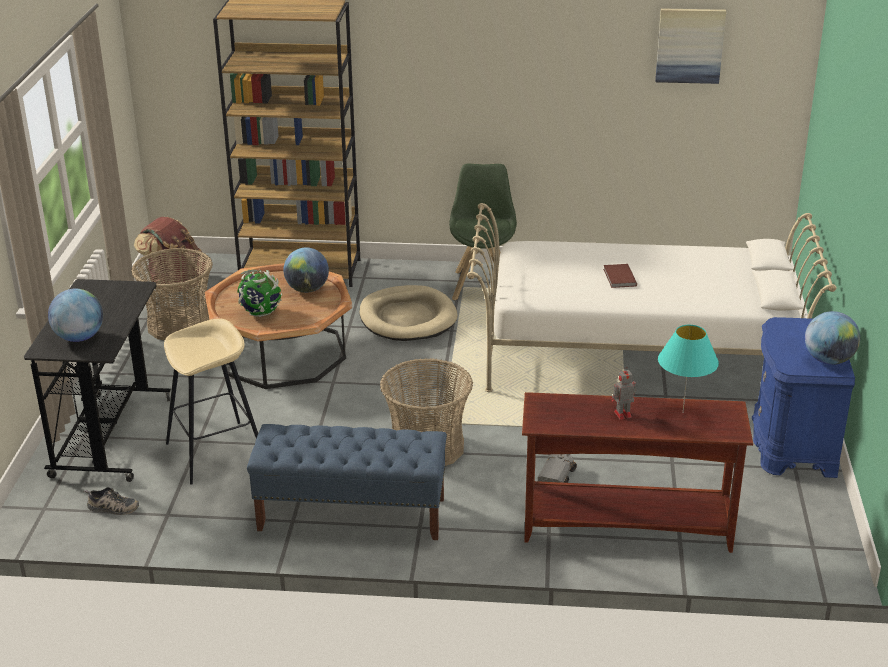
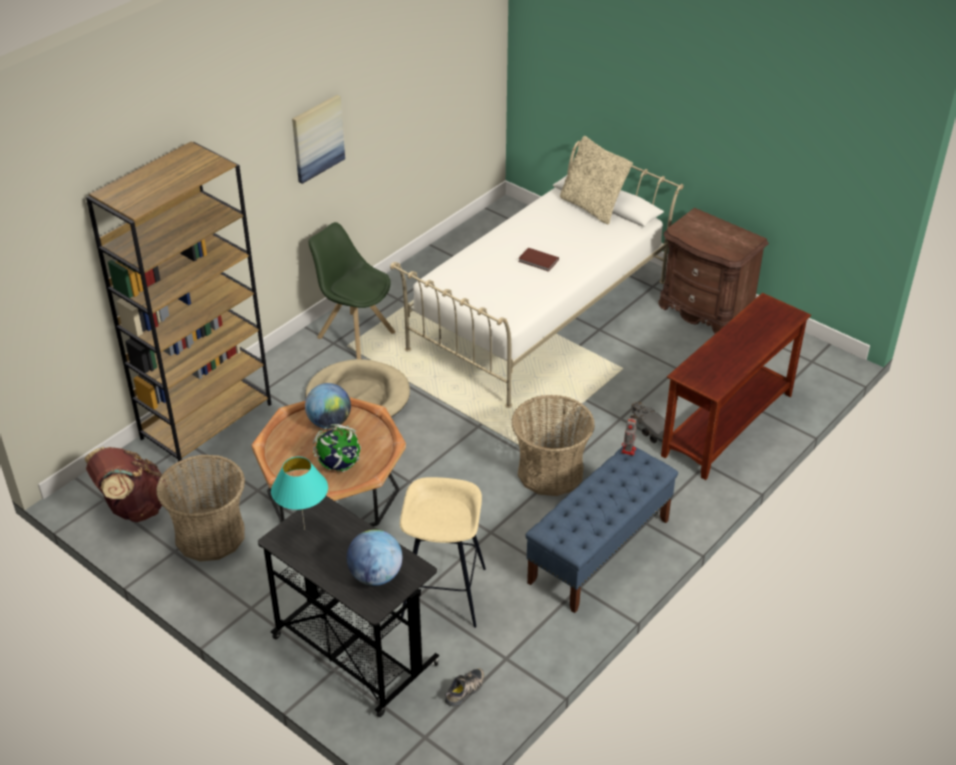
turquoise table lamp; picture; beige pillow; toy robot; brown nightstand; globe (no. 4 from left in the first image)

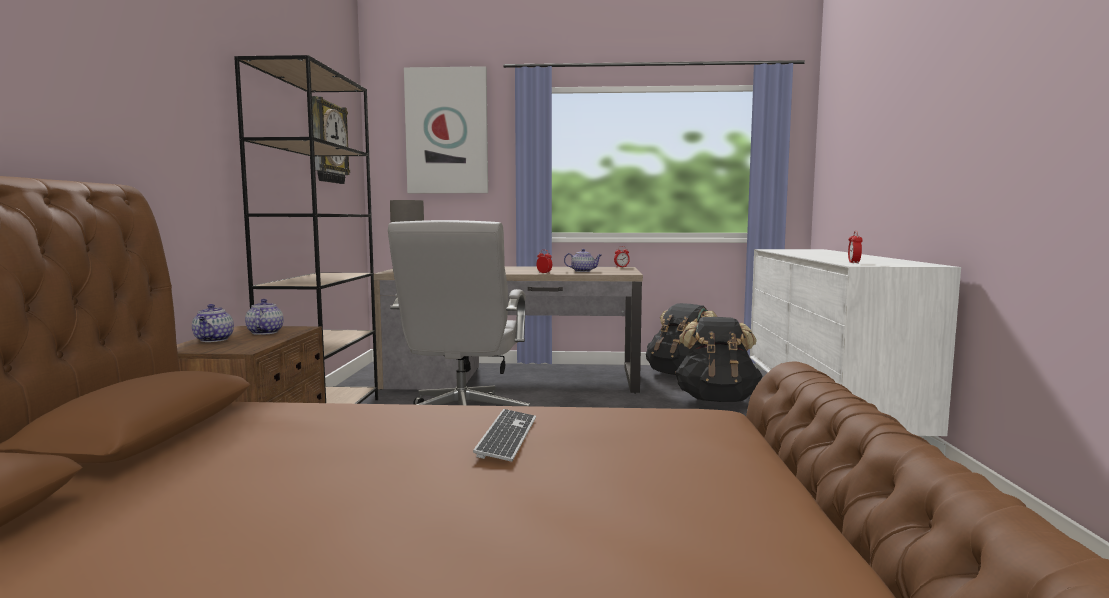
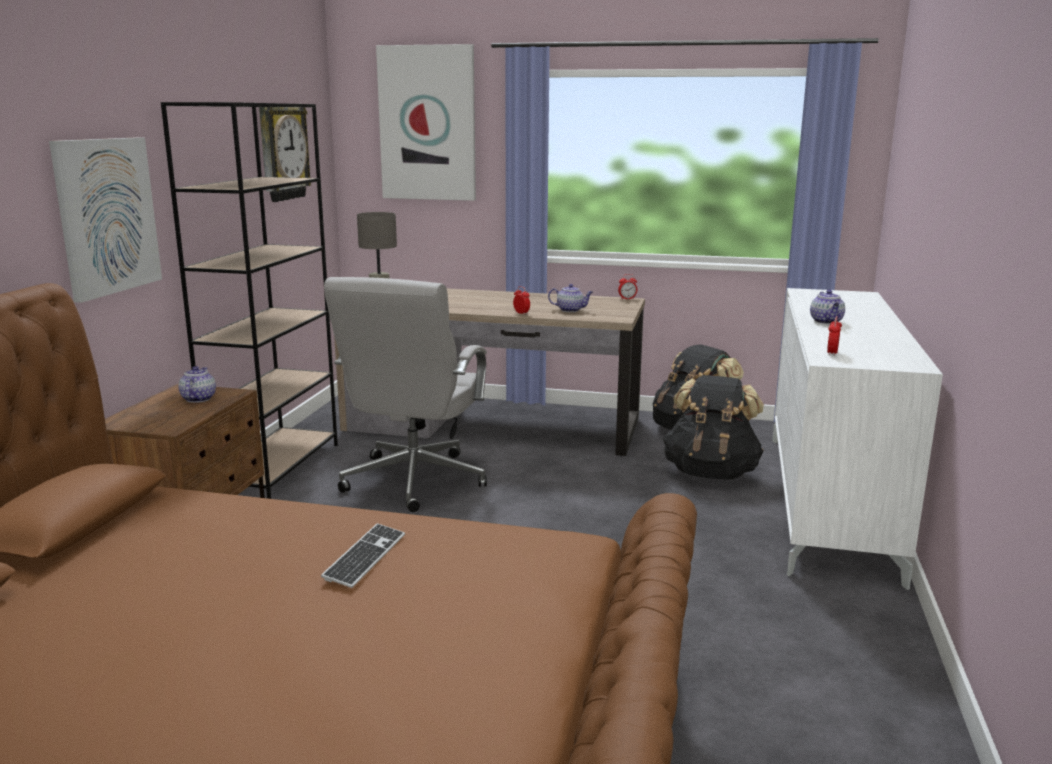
picture (no. 1 from left); teapot (no. 3 from left)

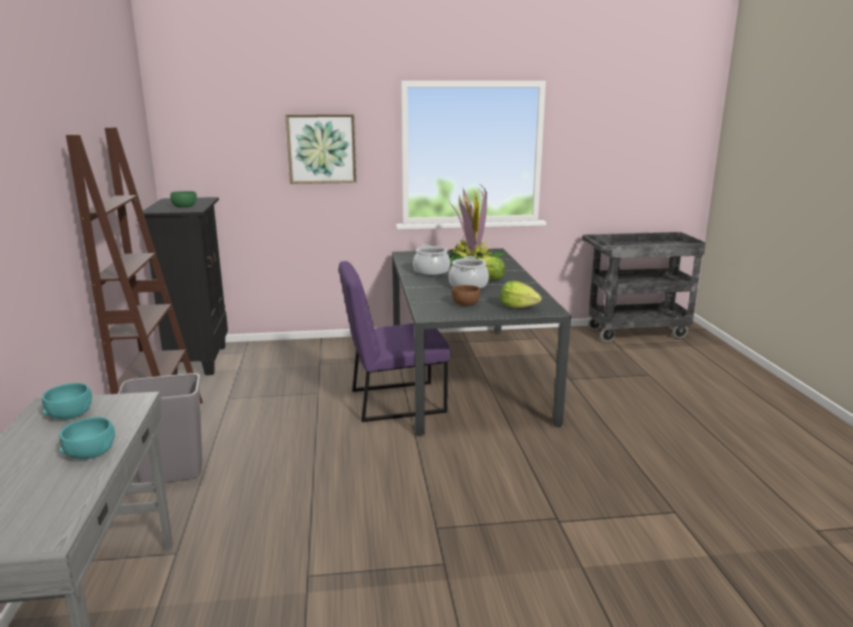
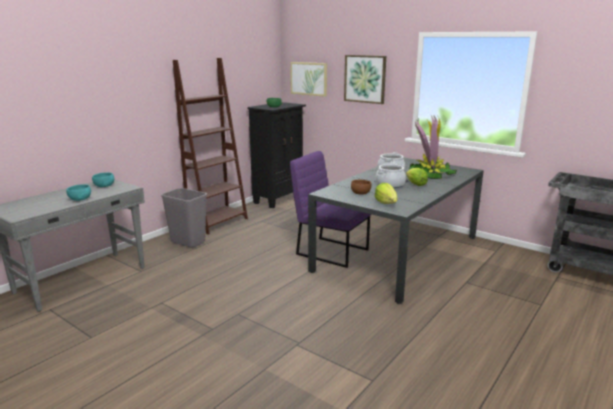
picture (no. 1 from left)

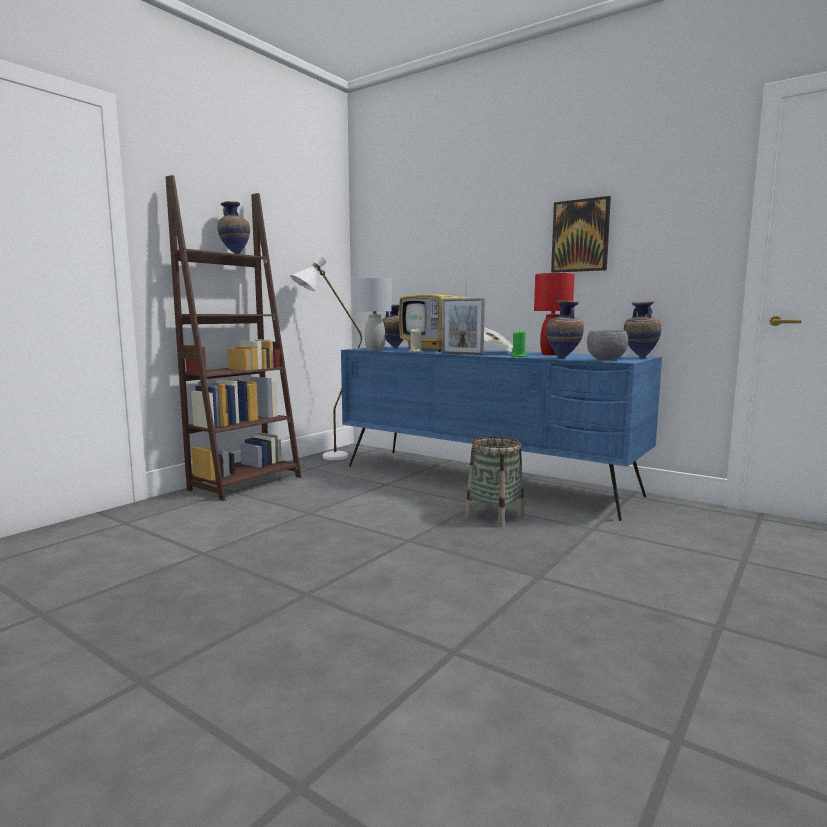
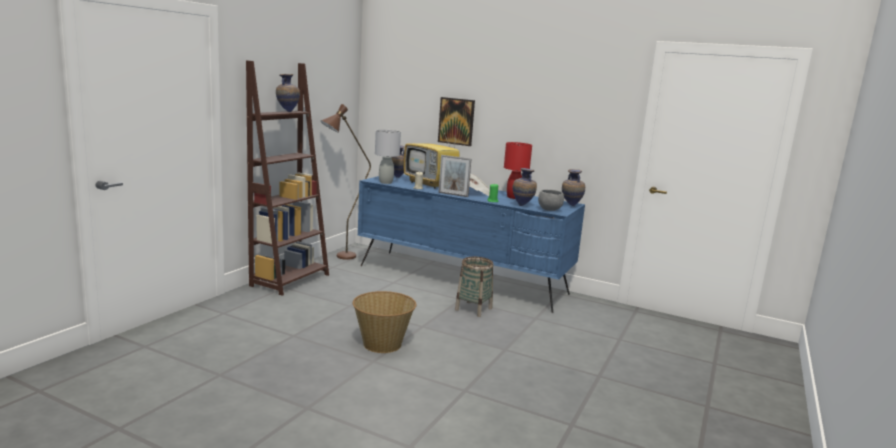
brown floor lamp; basket (no. 1 from left); picture

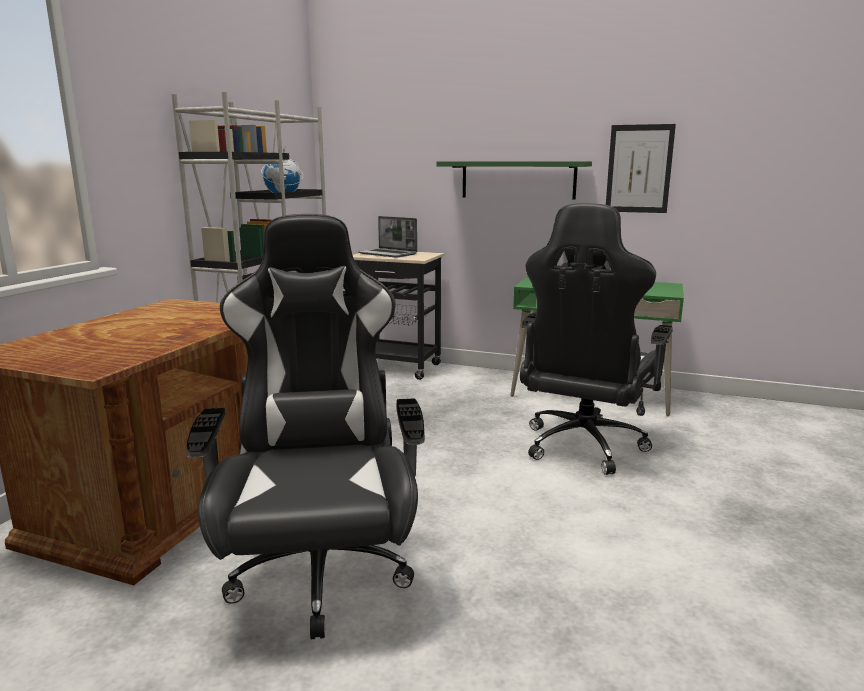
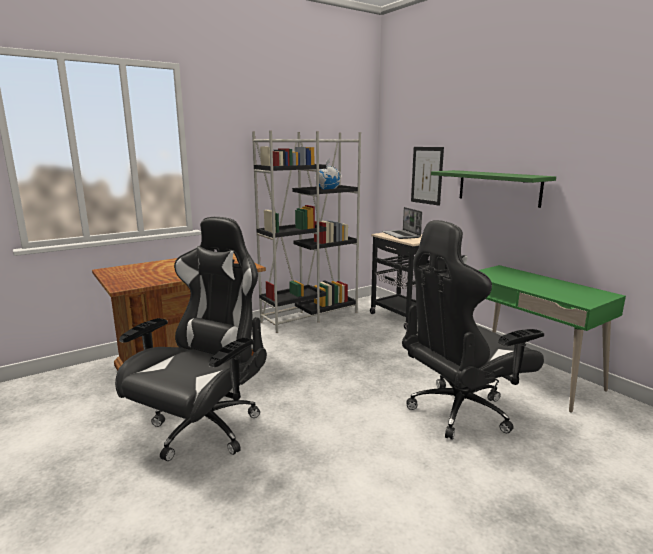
picture

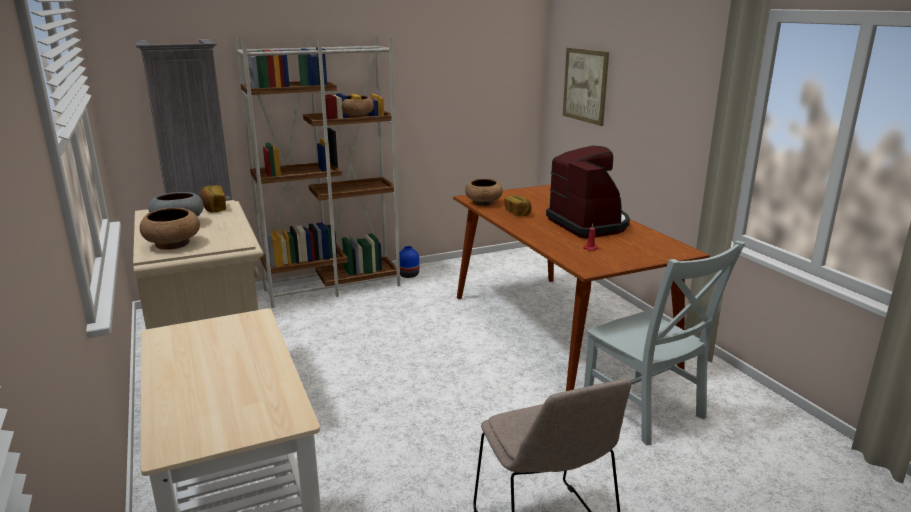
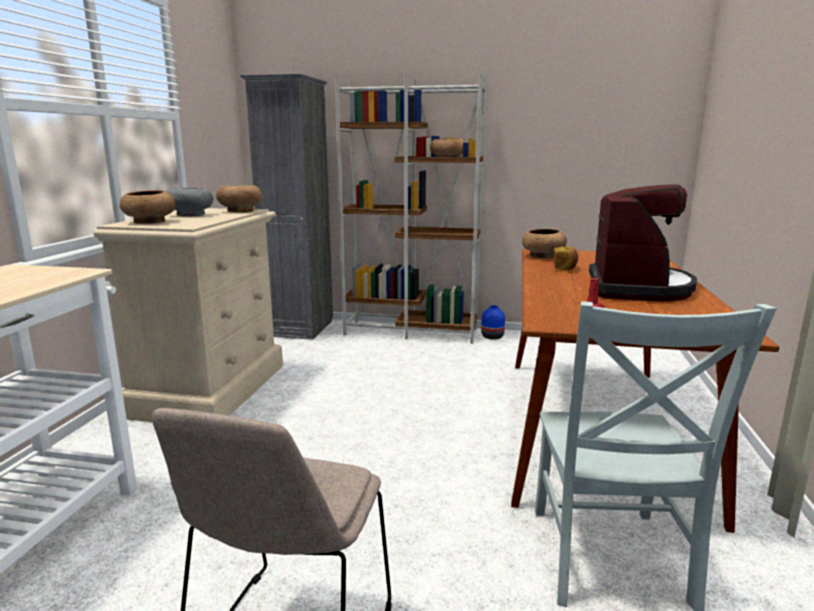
brown bowl (no. 2 from left); picture

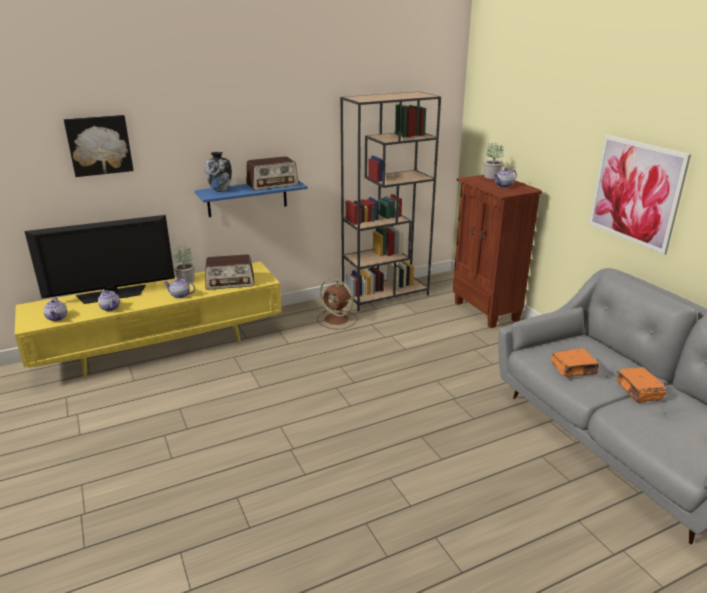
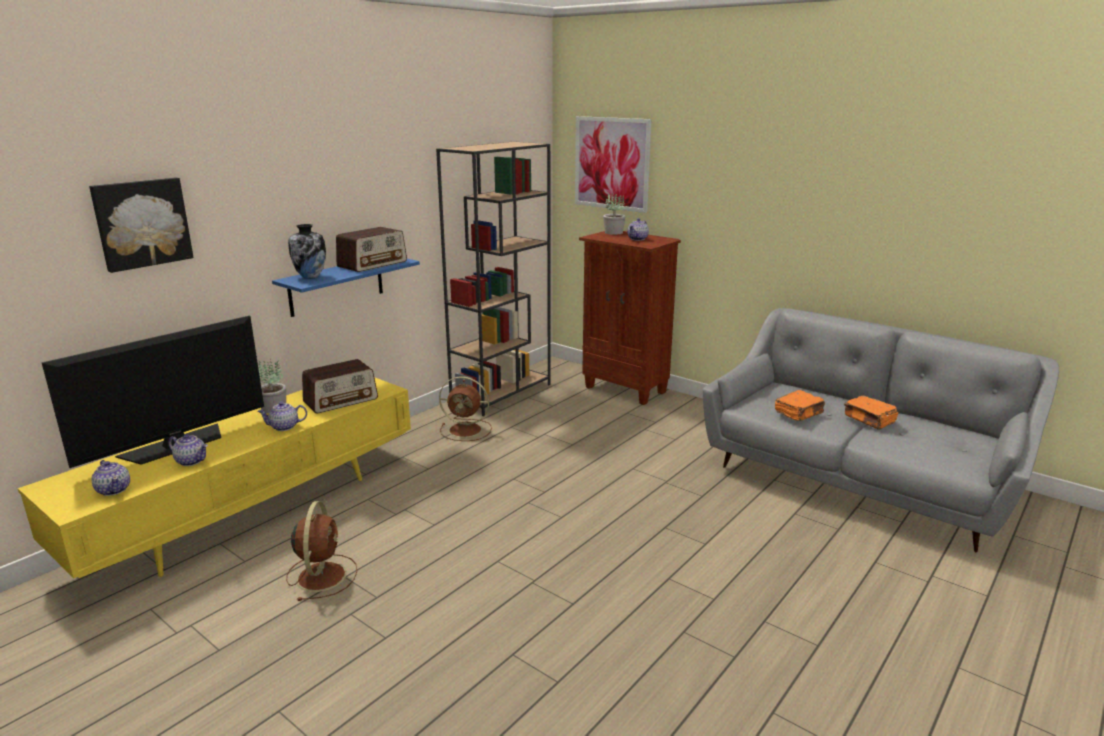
brown fan (no. 1 from left); picture (no. 2 from left)

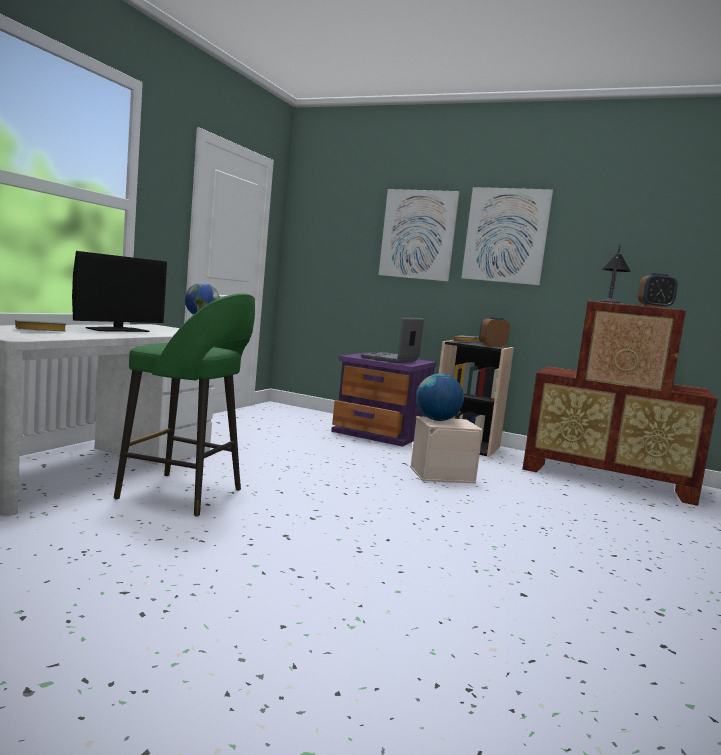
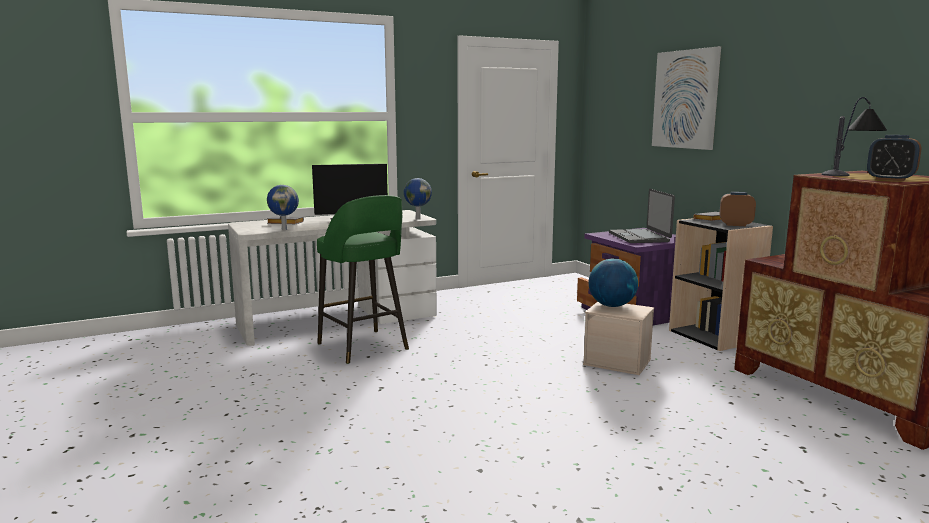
globe (no. 1 from left); laptop; picture (no. 2 from left in the first image)

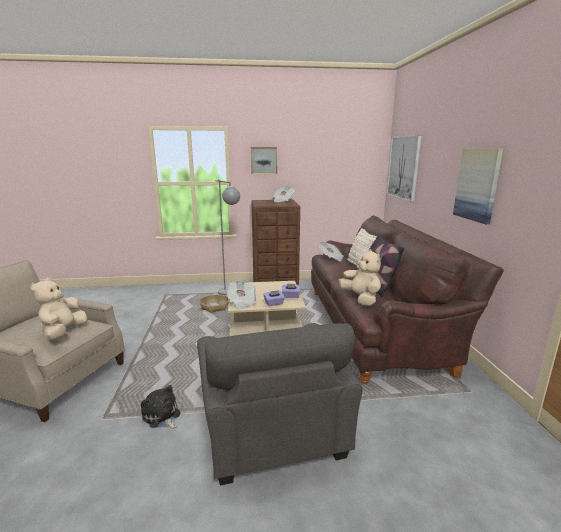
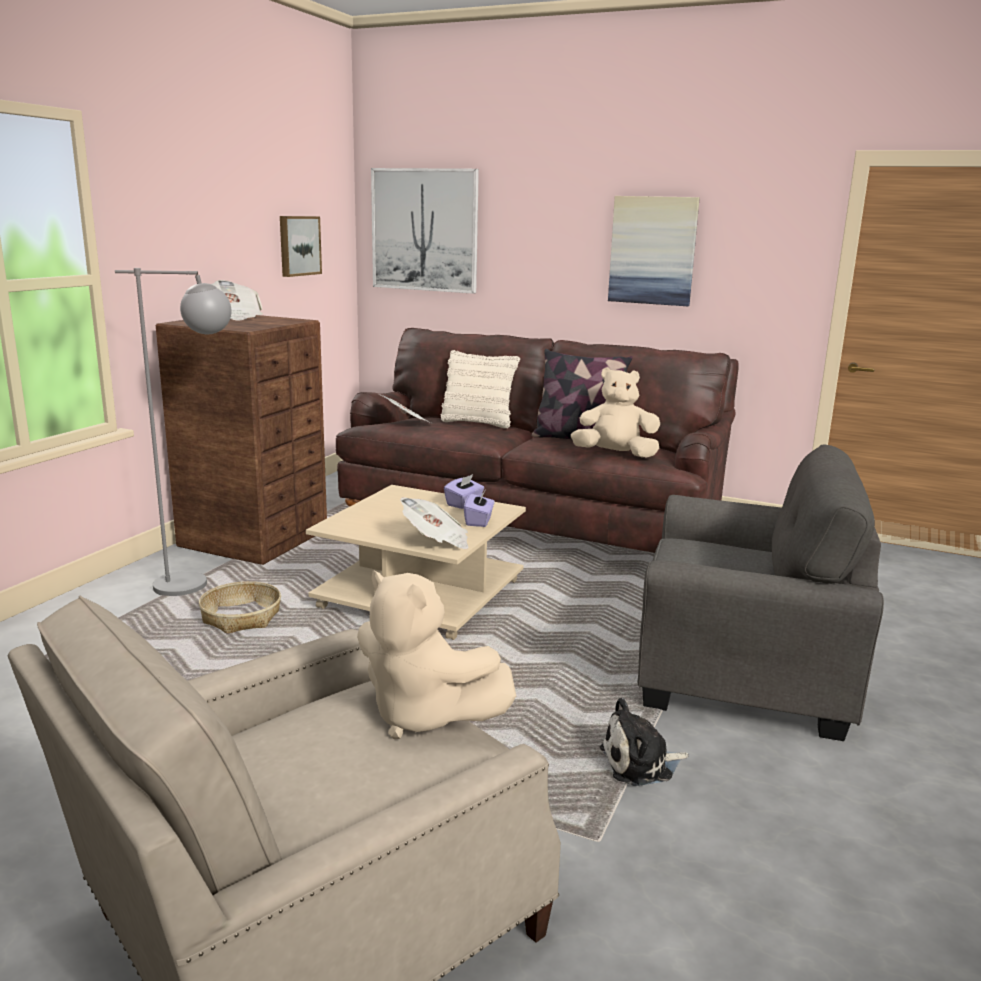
picture (no. 1 from left)

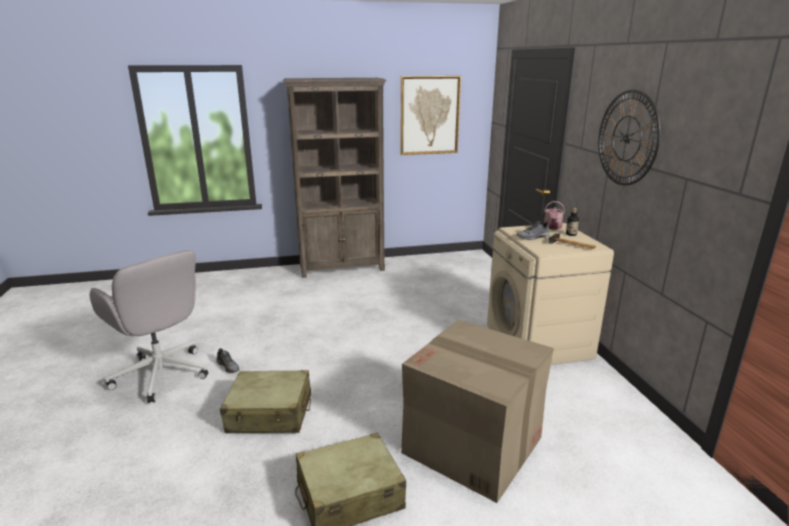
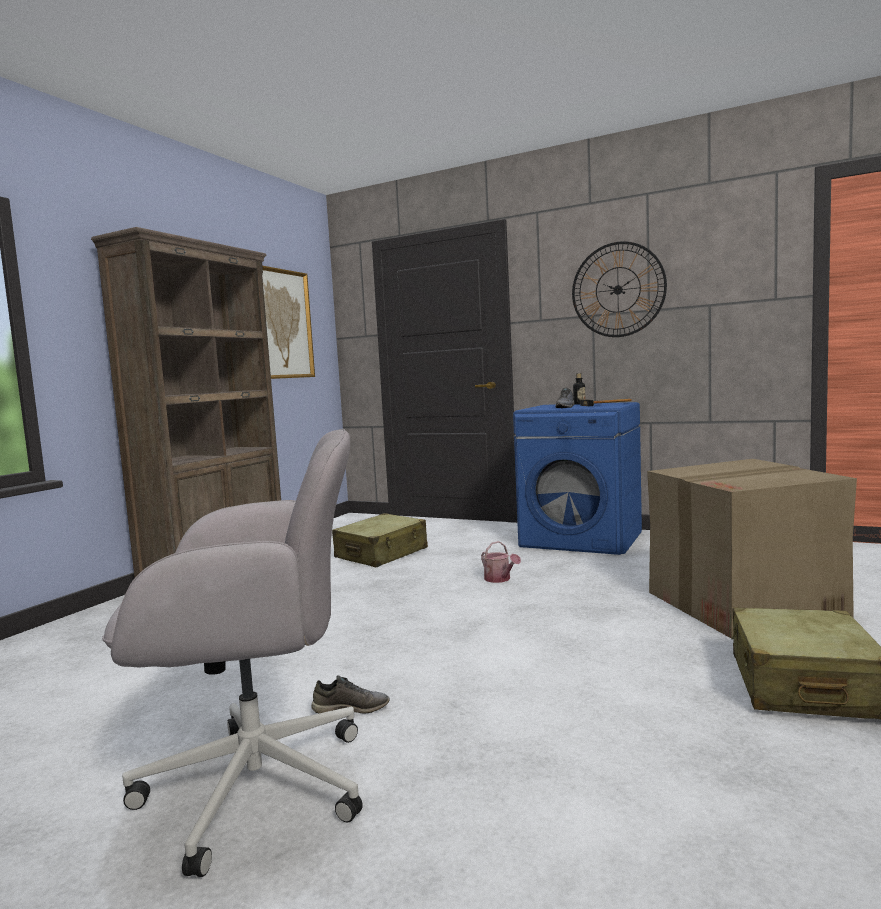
beige suitcase (no. 1 from left); watering can; blue washing machine

